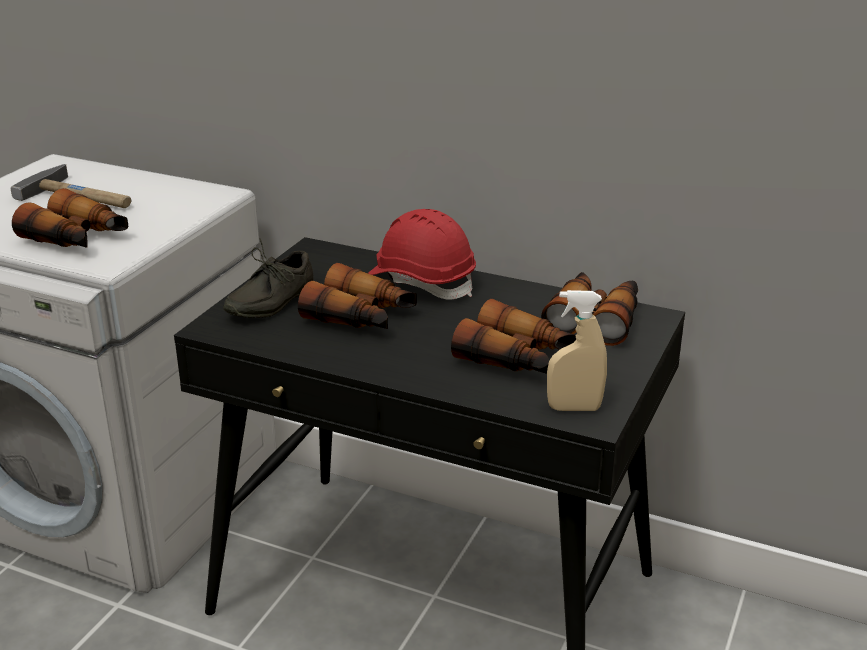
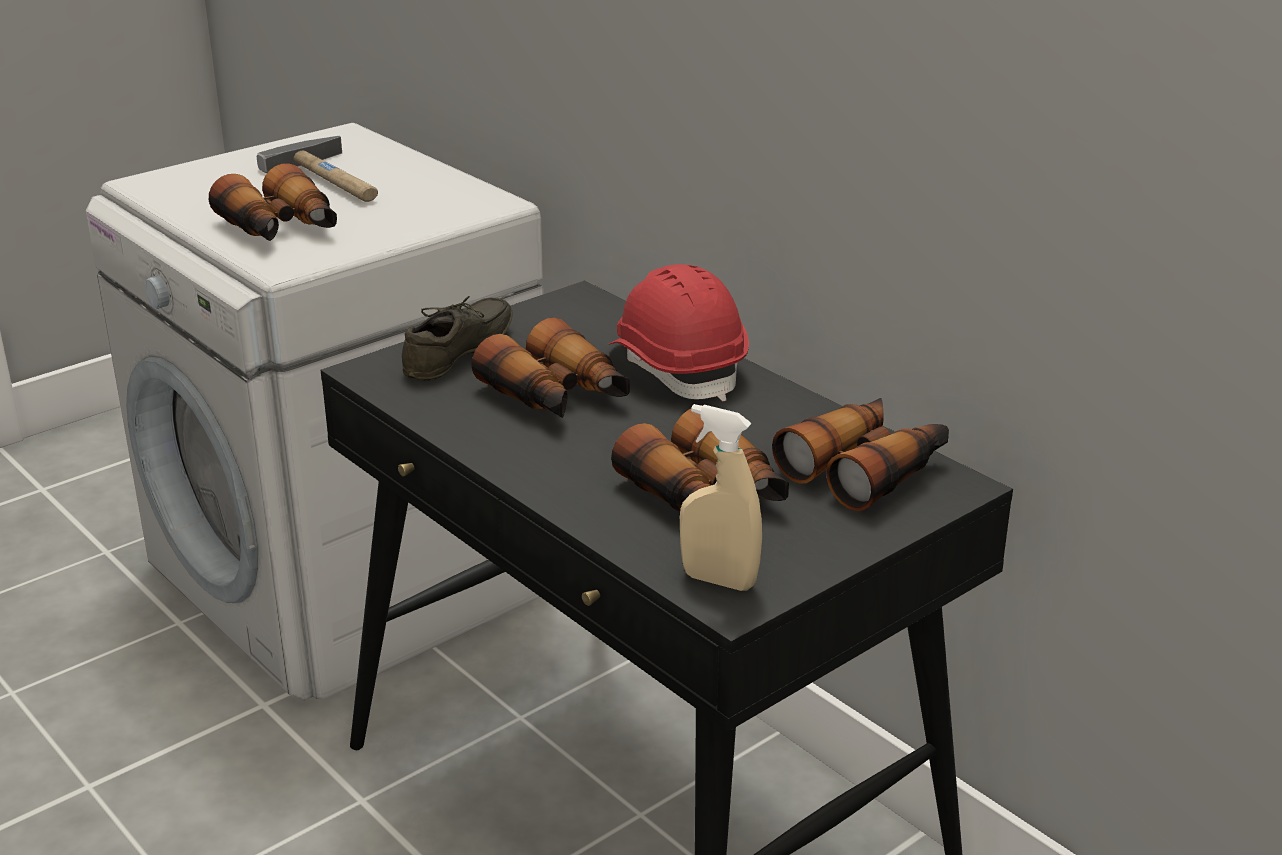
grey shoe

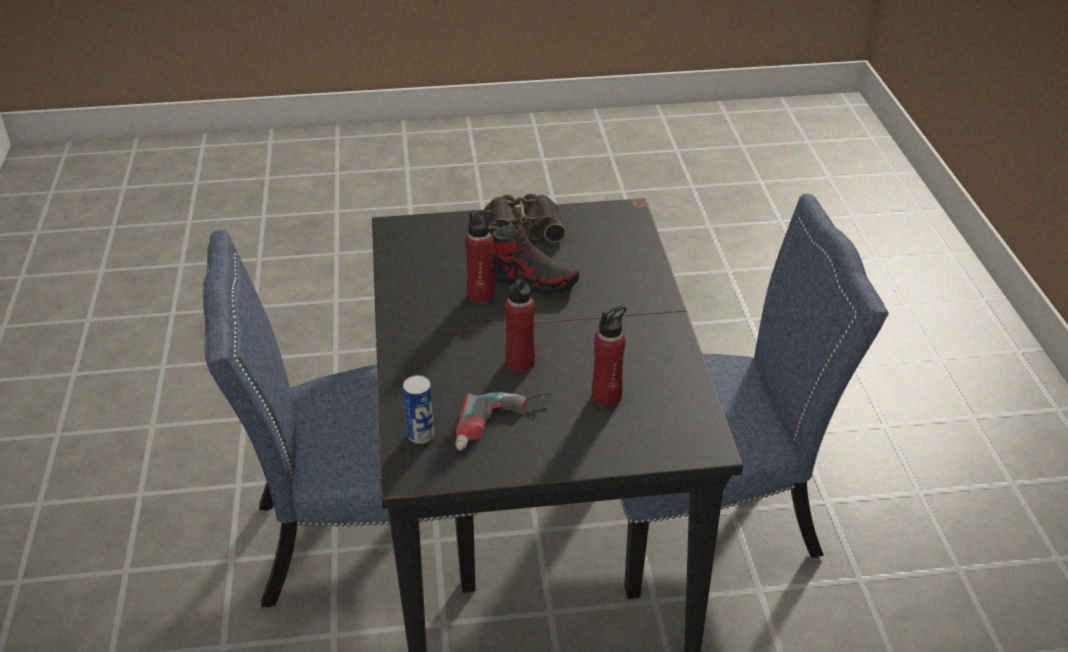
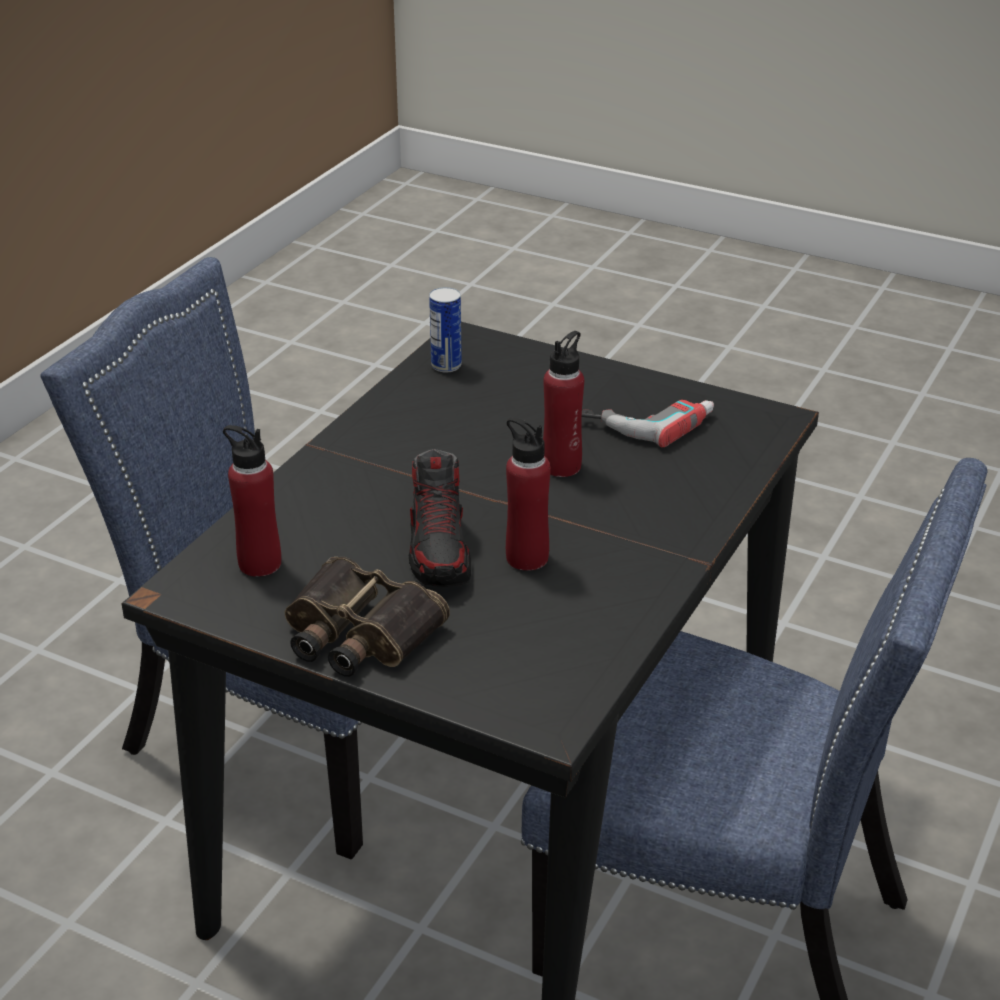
red bottle (no. 1 from left); shoe; can

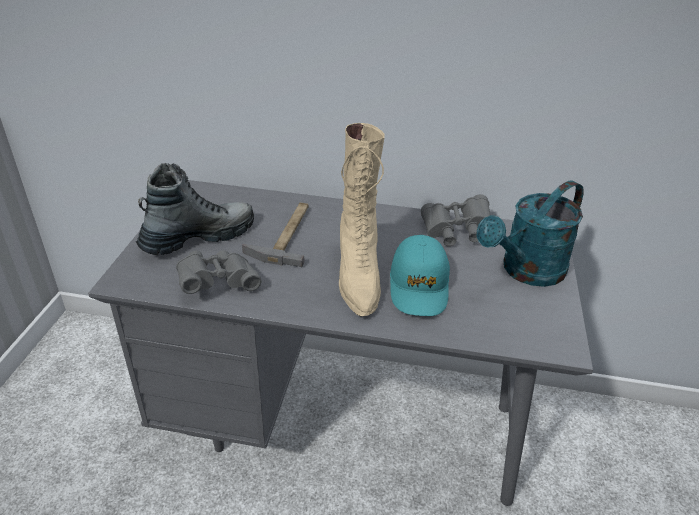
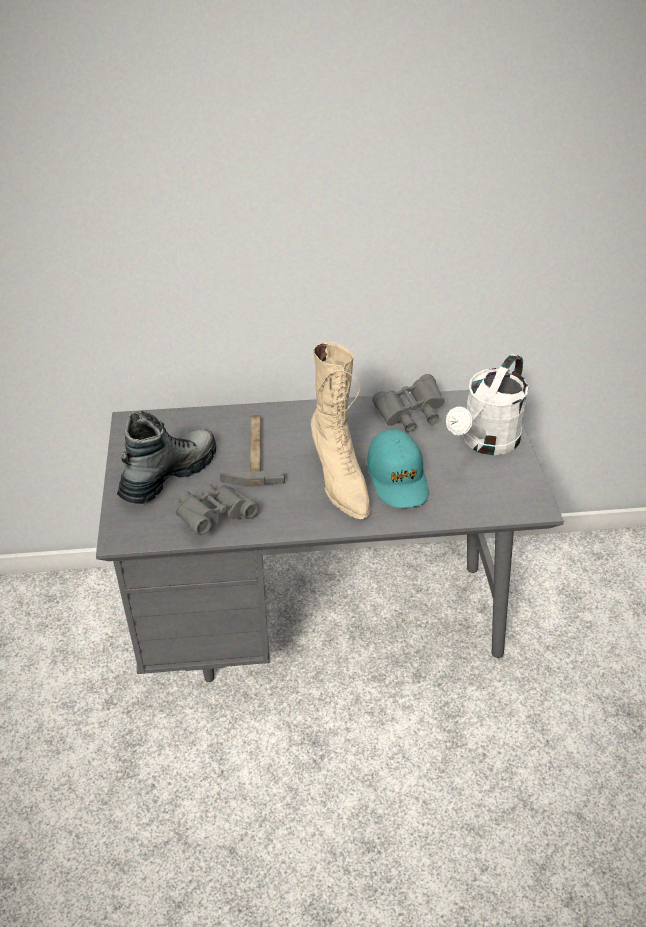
white watering can

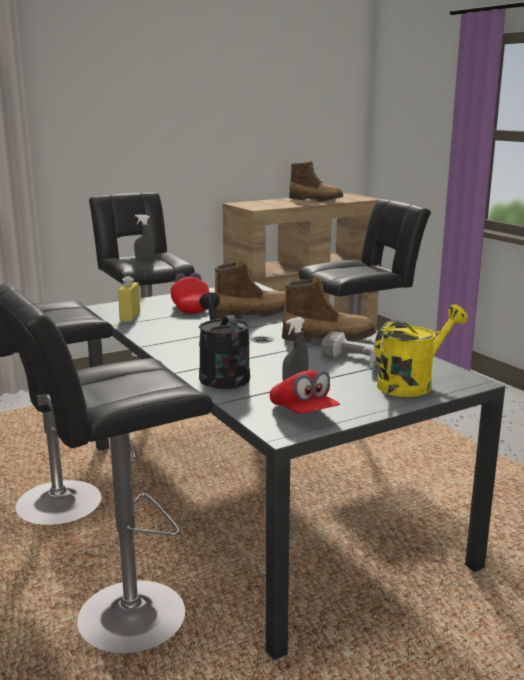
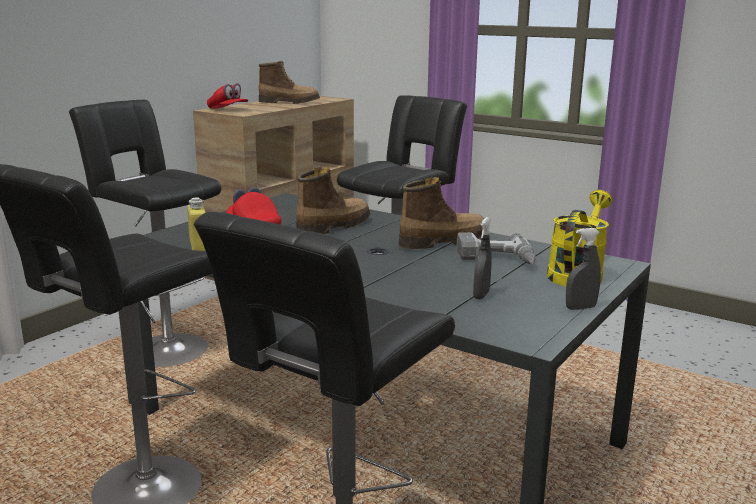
red cap (no. 1 from left); grey spray bottle (no. 2 from left); black watering can

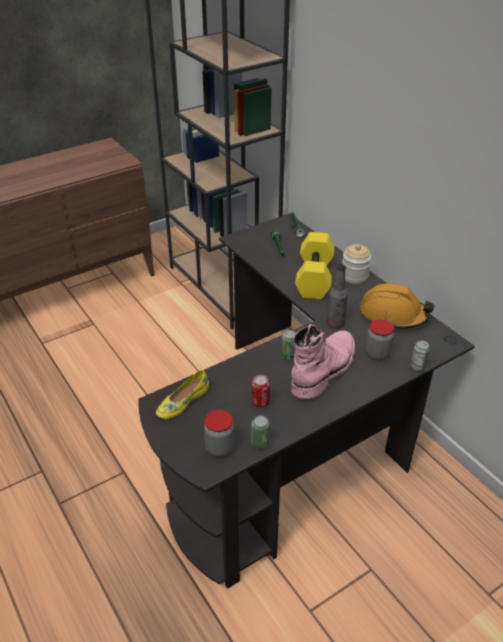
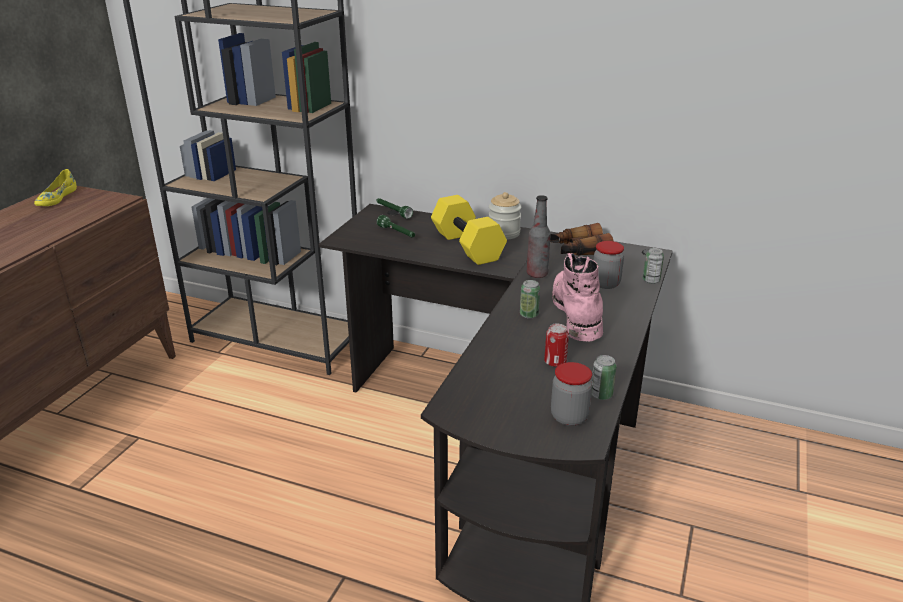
yellow shoe; binoculars

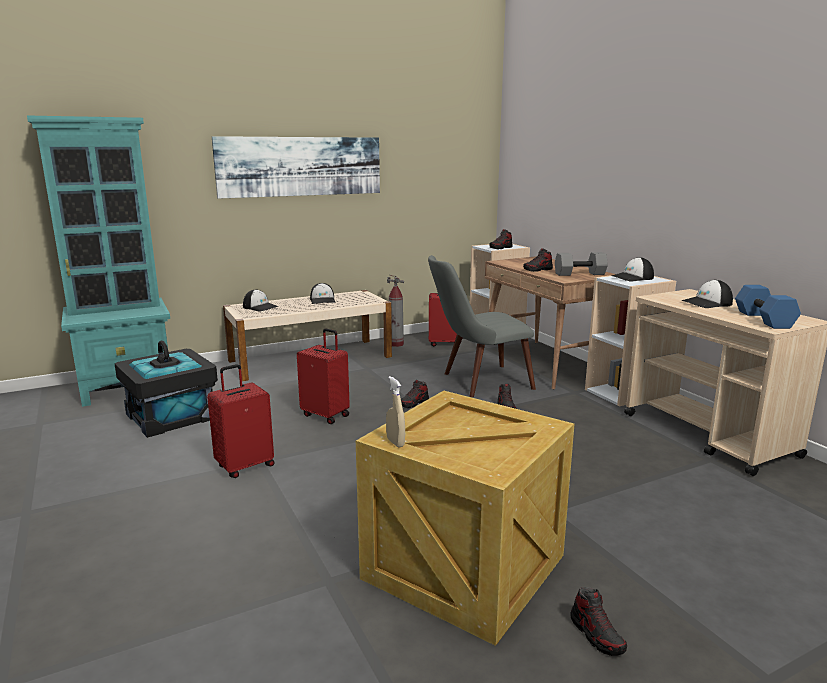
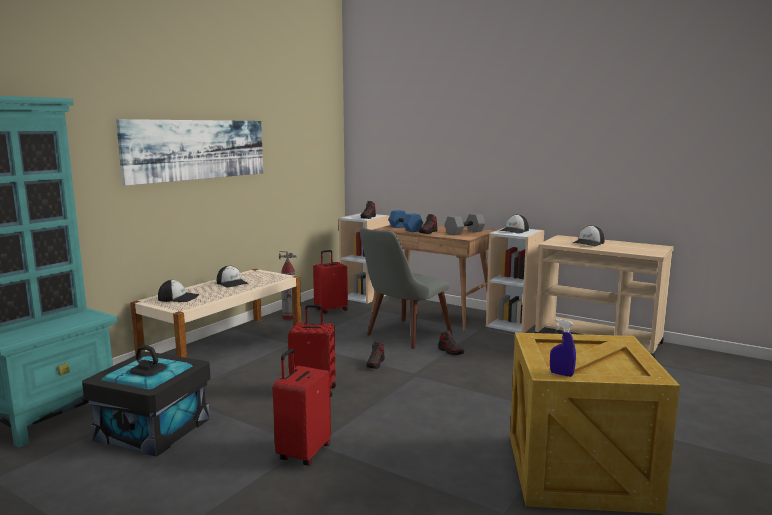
blue dumbbell; blue spray bottle; shoe (no. 5 from left in the first image)

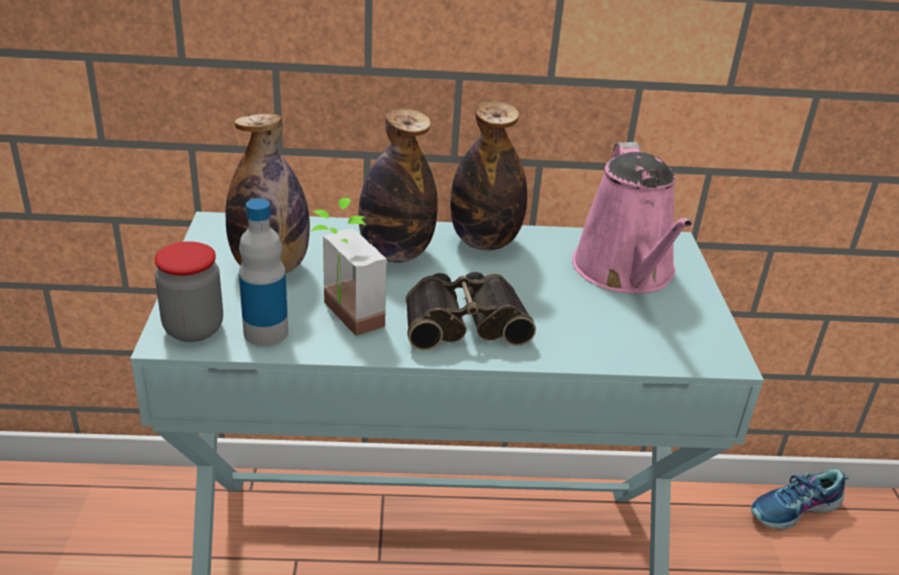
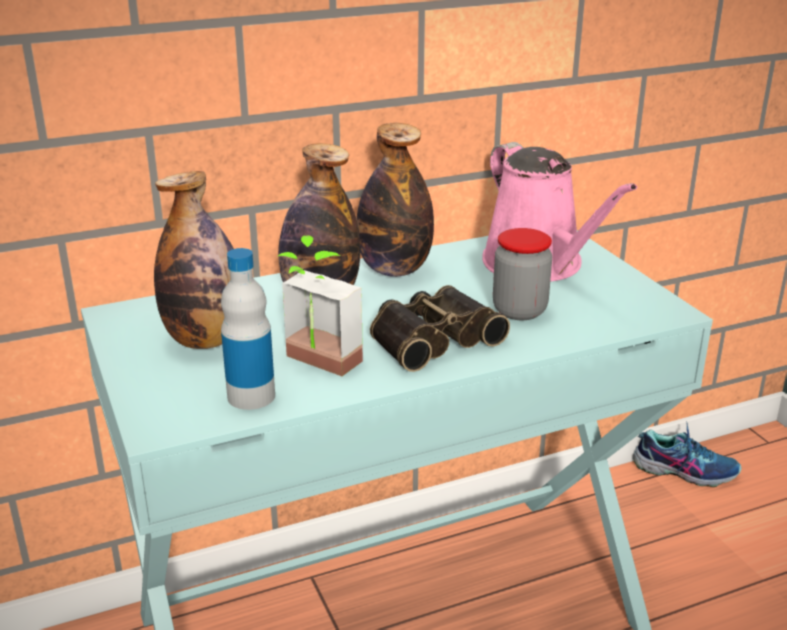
jar; shoe

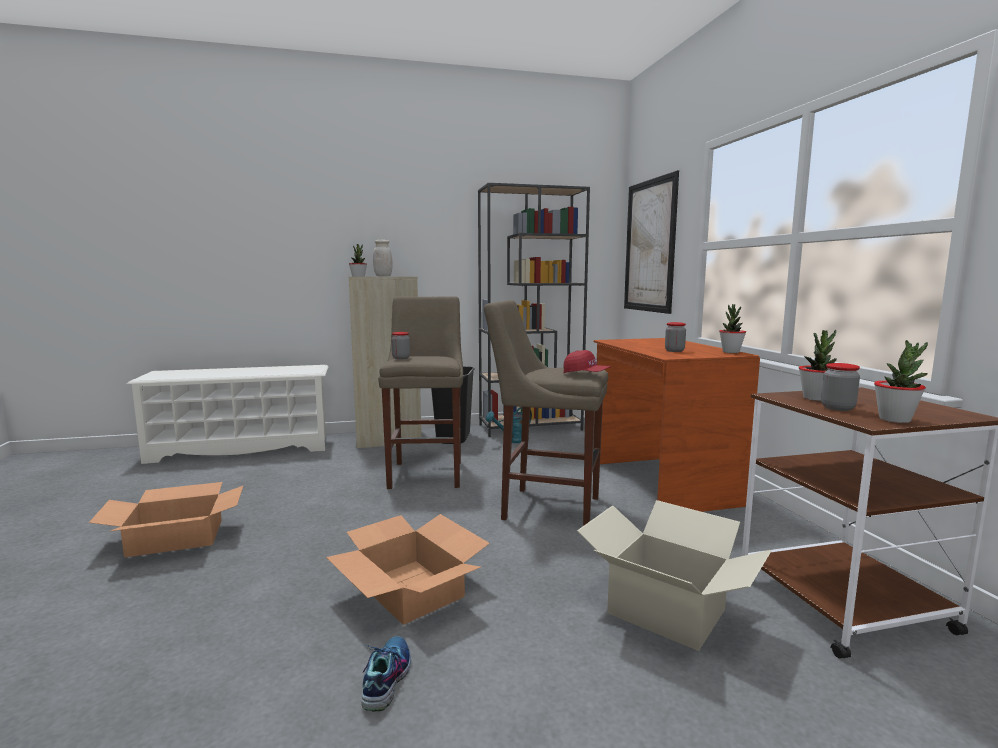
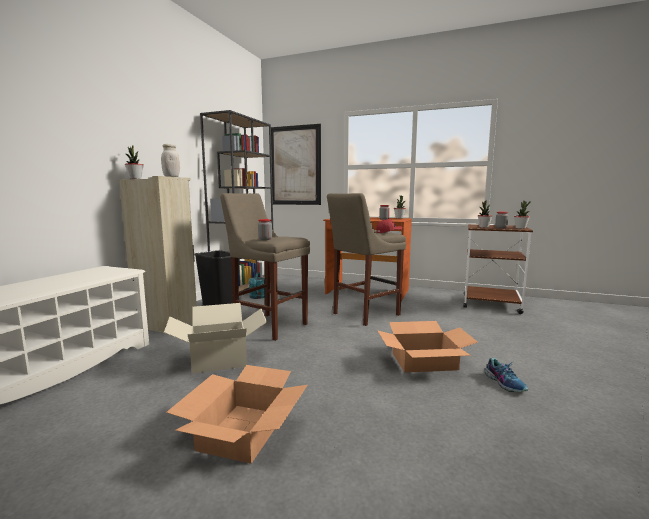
cardboard box (no. 1 from left); shoe

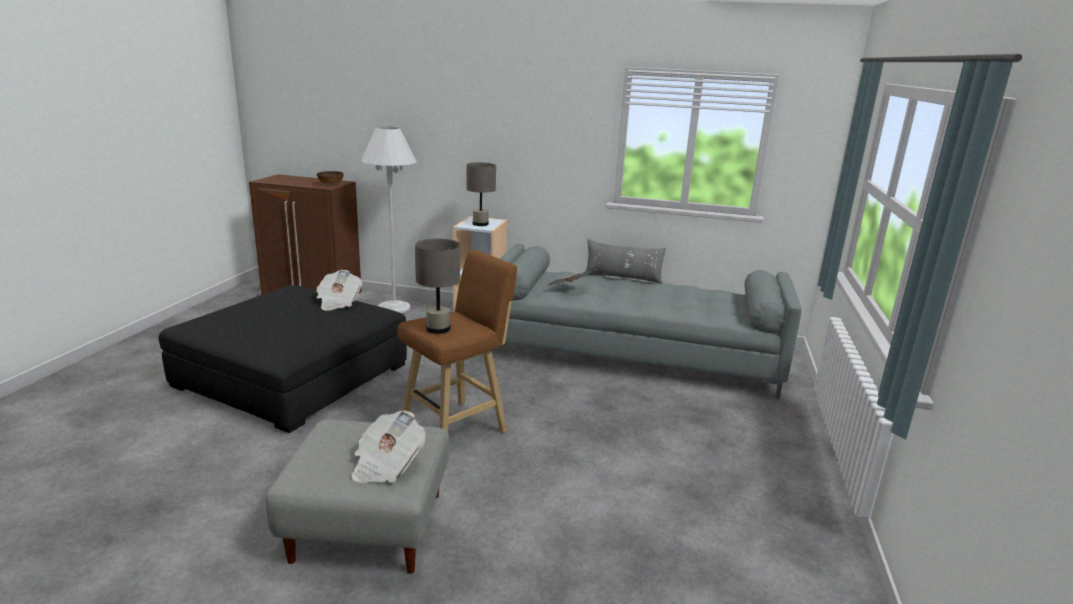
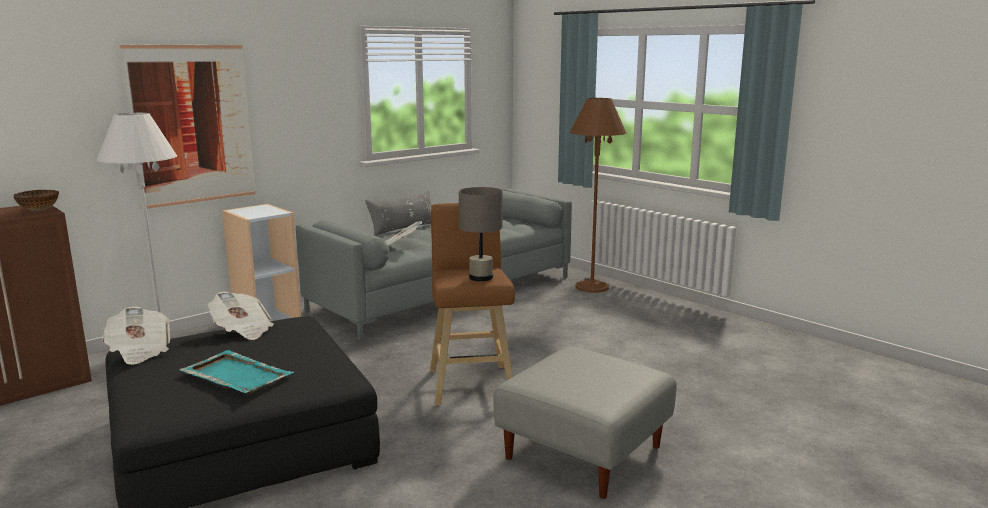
newspaper (no. 1 from left); picture; turquoise tray; brown floor lamp; grey table lamp (no. 2 from left in the first image)

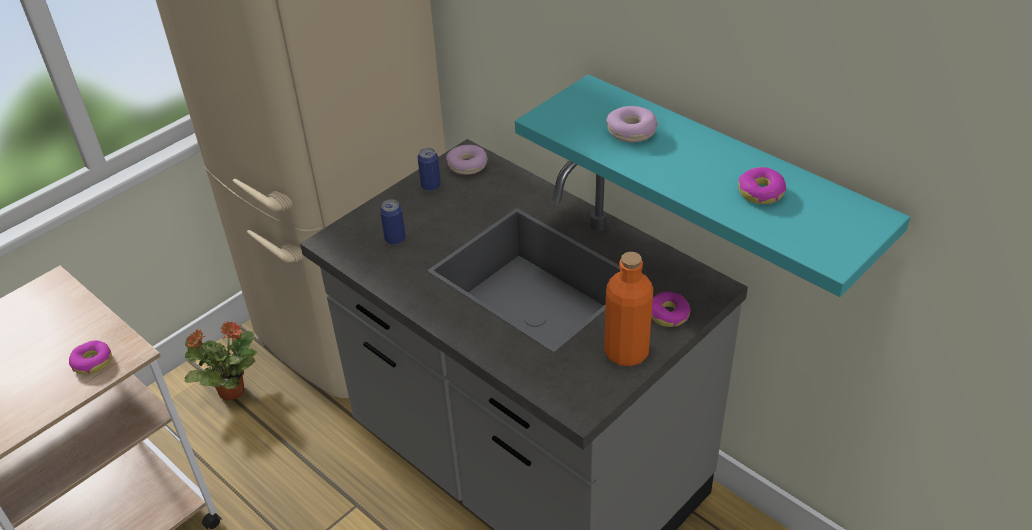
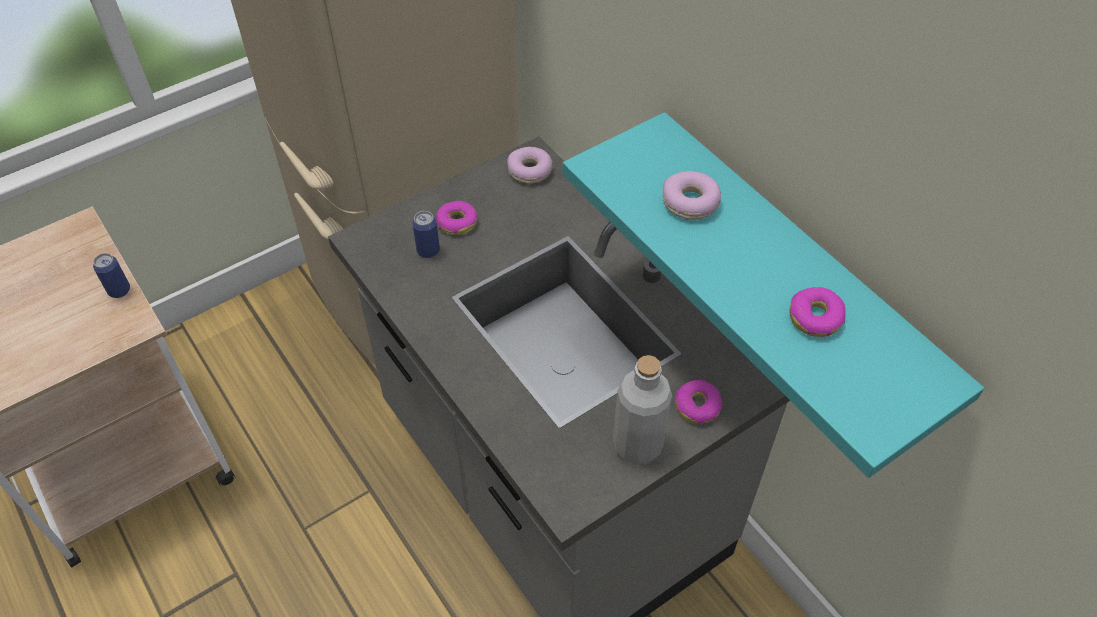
can (no. 1 from left); donut (no. 1 from left); grey bottle; potted plant

